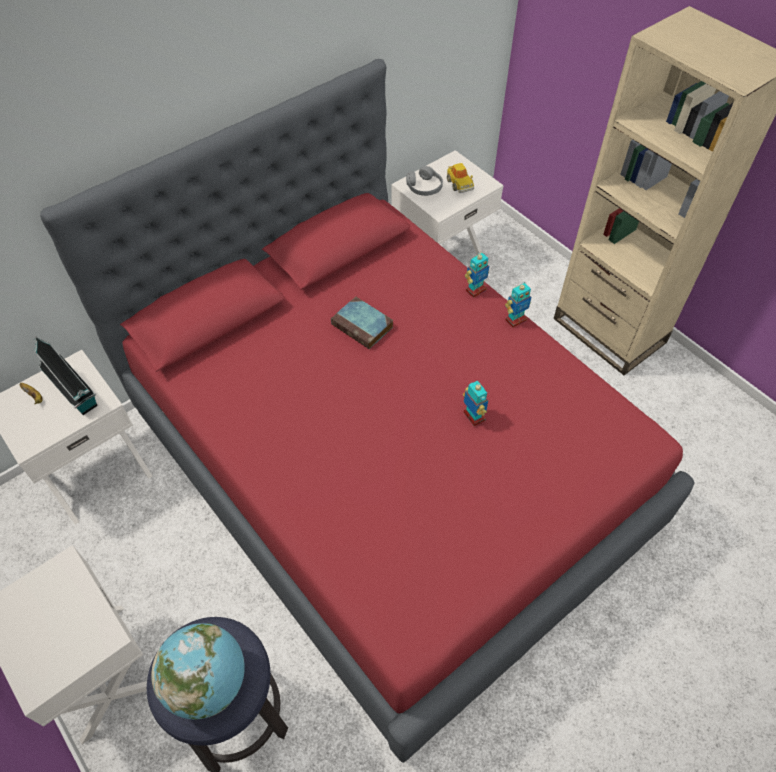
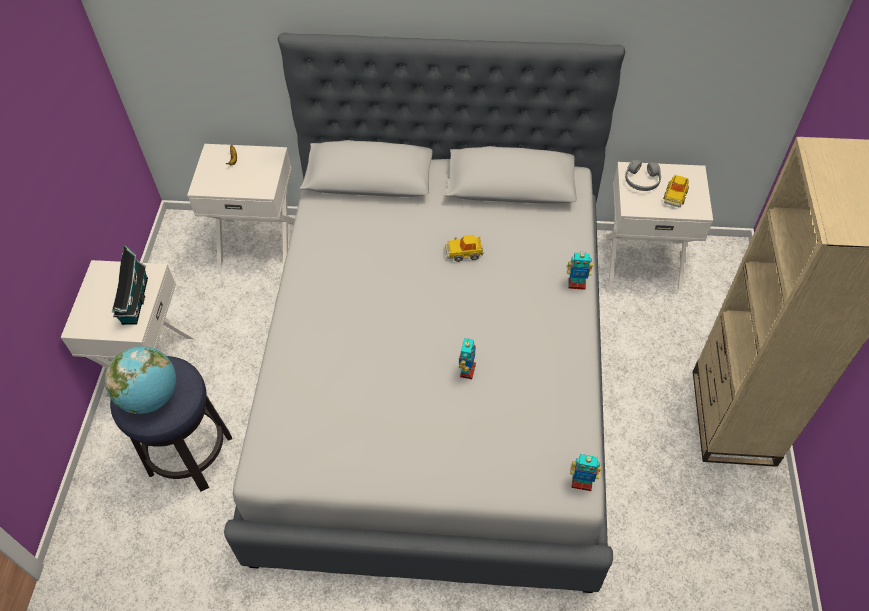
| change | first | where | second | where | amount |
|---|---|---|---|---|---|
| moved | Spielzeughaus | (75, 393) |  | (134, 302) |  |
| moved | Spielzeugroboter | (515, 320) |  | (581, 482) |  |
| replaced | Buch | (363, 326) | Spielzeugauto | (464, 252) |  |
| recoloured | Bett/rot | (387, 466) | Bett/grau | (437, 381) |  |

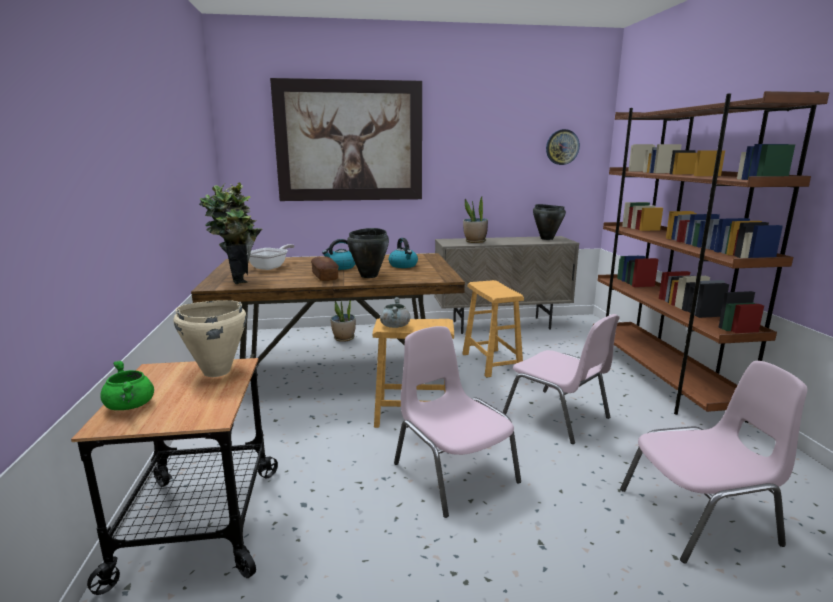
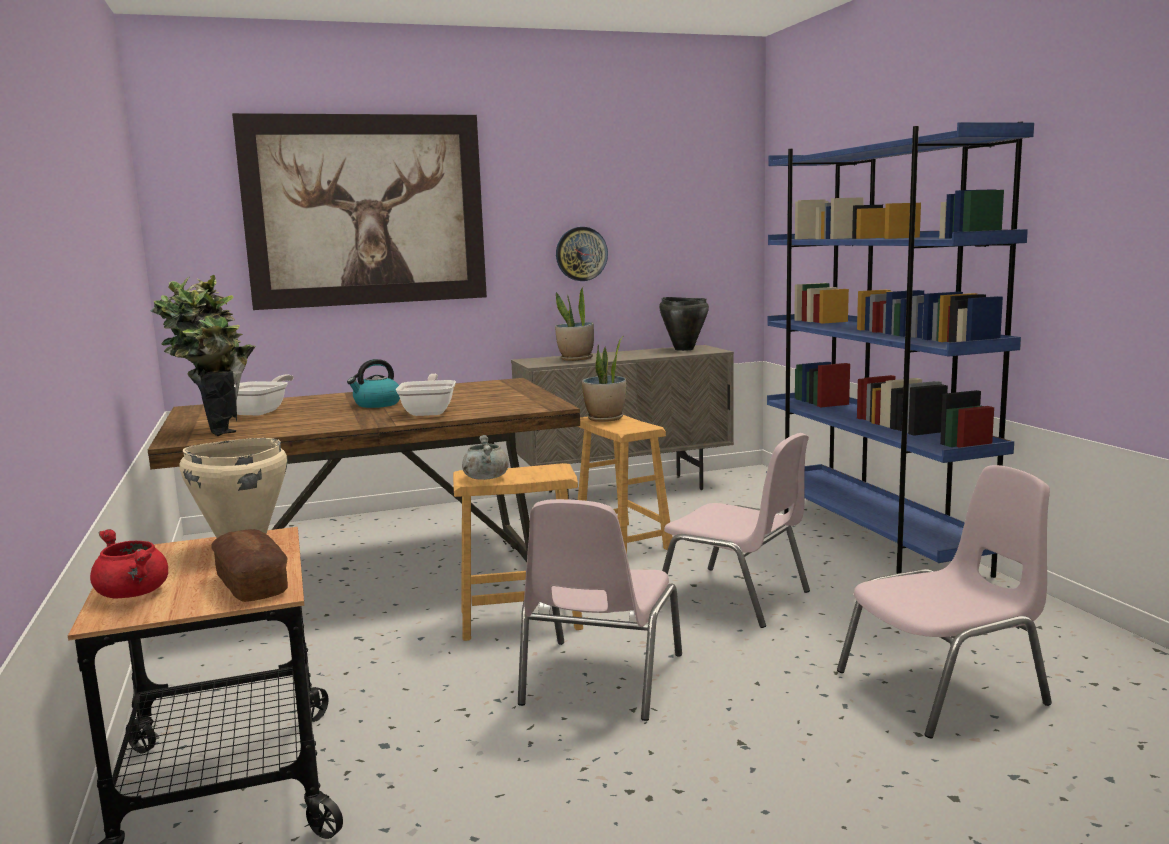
| change | first | where | second | where | amount |
|---|---|---|---|---|---|
| removed | Wasserkessel | (403, 265) |  |  |  |
| moved | Brot | (325, 276) |  | (251, 584) |  |
| moved | Topfpflanze | (344, 338) |  | (605, 418) |  |
| moved | Wanduhr | (562, 147) |  | (581, 254) |  |
| replaced | Kochtopf/schwarz | (369, 276) | Pfanne | (429, 411) |  |
| recoloured | Kochtopf/grün | (131, 406) | Kochtopf/rot | (134, 594) |  |
| recoloured | Bücherregal/braun | (659, 380) | Bücherregal/blau | (871, 539) |  |
| turned | Stuhl/rosa | (453, 472) |  | (599, 680) | 120 degrees counterclockwise |

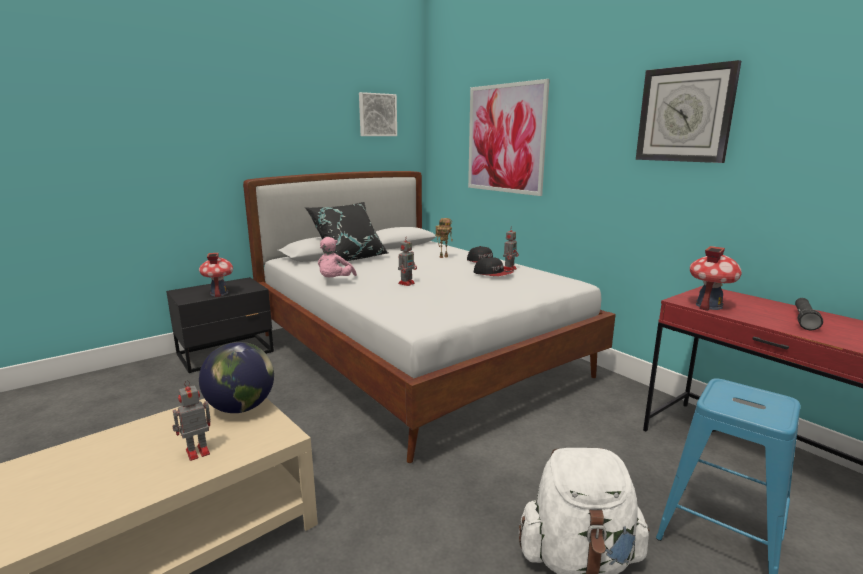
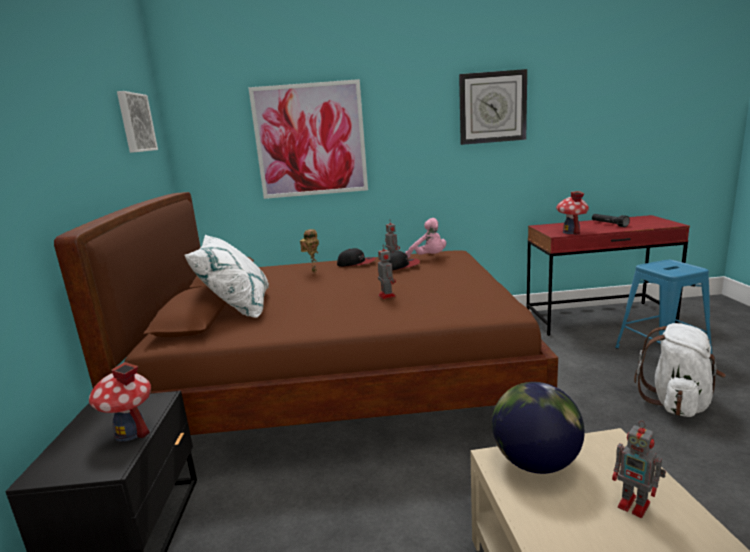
| change | first | where | second | where | amount |
|---|---|---|---|---|---|
| moved | Plüschtier/rosa | (335, 281) |  | (429, 258) |  |
| recoloured | Bett/weiß | (416, 355) | Bett/braun | (341, 384) |  |
| recoloured | Kissen/schwarz | (349, 259) | Kissen/weiß | (237, 308) |  |
| turned | Spielzeugroboter | (196, 452) |  | (635, 505) | 45 degrees counterclockwise |

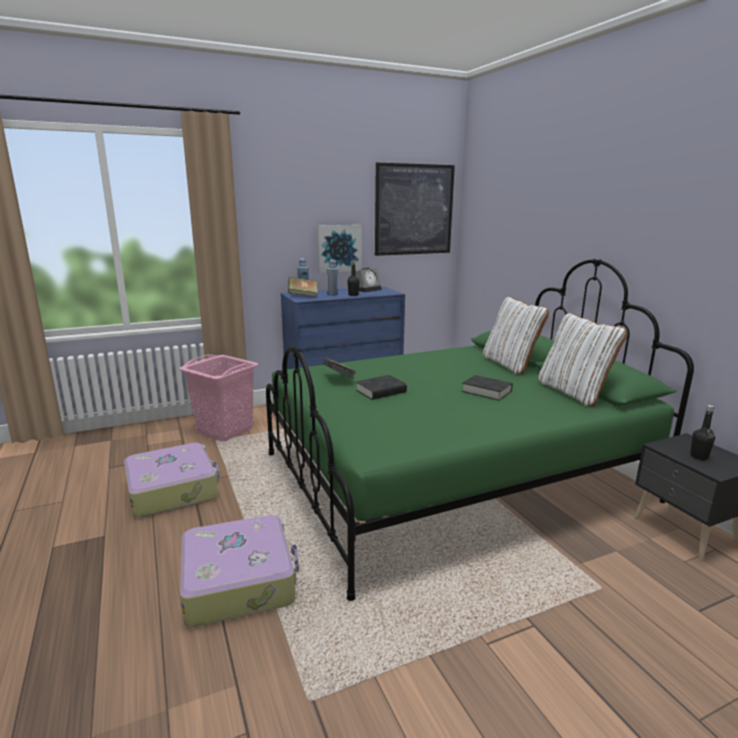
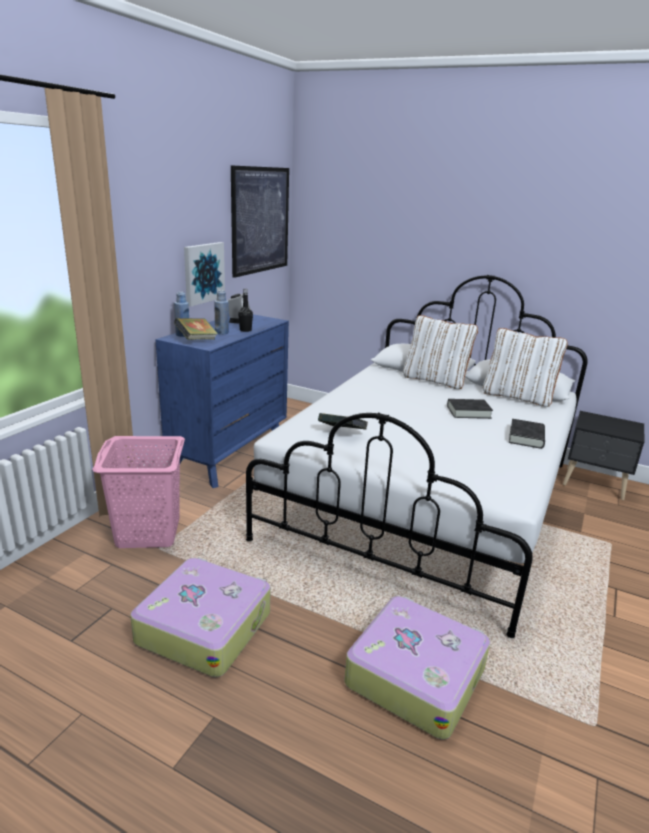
| change | first | where | second | where | amount |
|---|---|---|---|---|---|
| removed | Flasche/schwarz | (698, 457) |  |  |  |
| moved | Buch/schwarz | (381, 391) |  | (526, 437) |  |
| recoloured | Bett/grün | (452, 477) | Bett/weiß | (426, 499) |  |

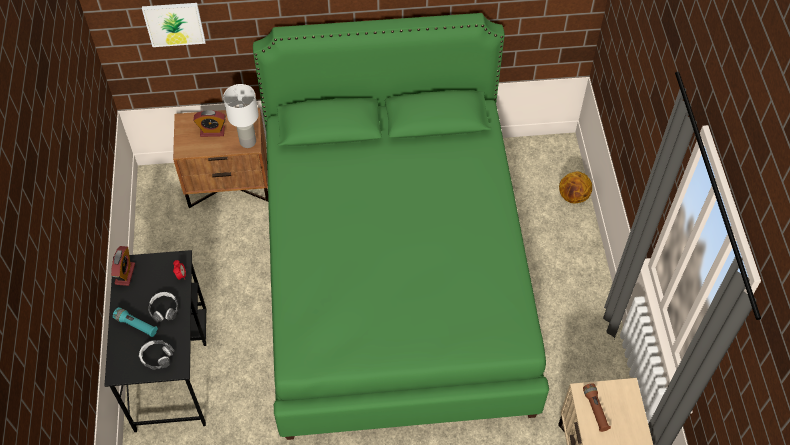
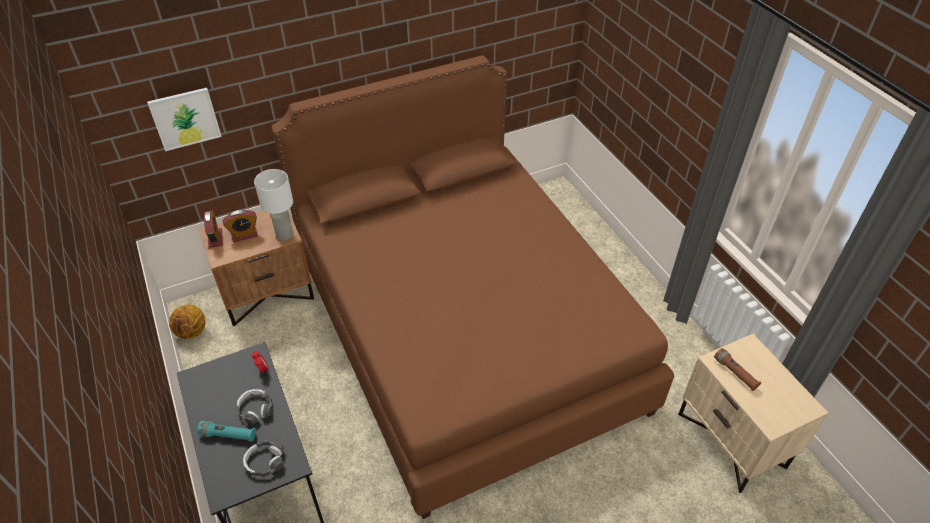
| change | first | where | second | where | amount |
|---|---|---|---|---|---|
| moved | Wecker | (125, 274) |  | (215, 238) |  |
| moved | Basketball | (573, 197) |  | (192, 332) |  |
| recoloured | Bett/grün | (394, 279) | Bett/braun | (464, 332) |  |

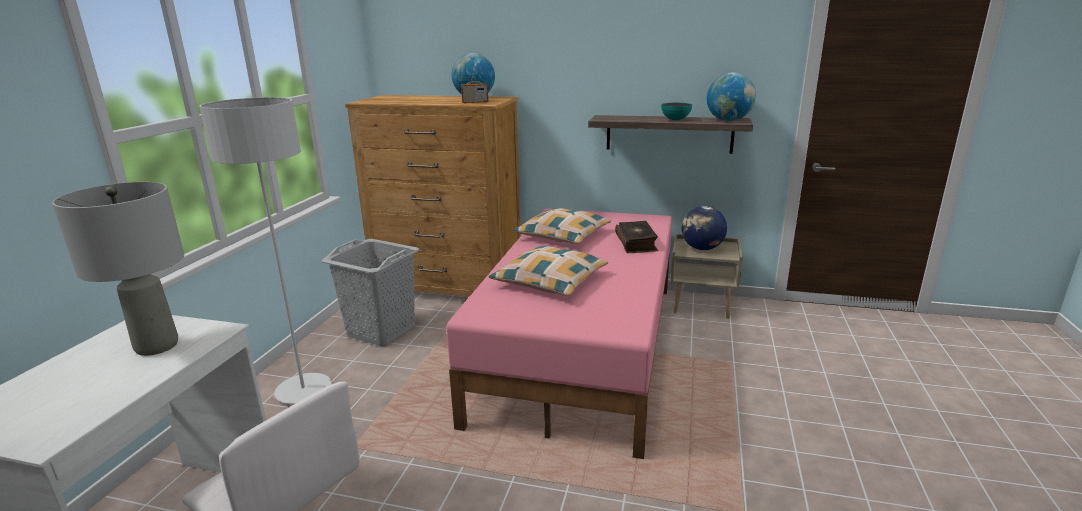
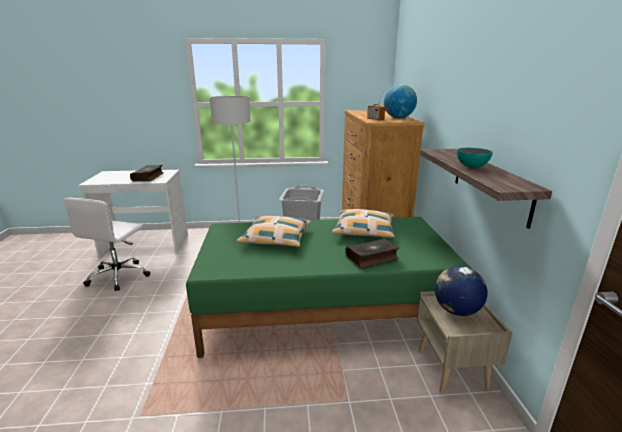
| change | first | where | second | where | amount |
|---|---|---|---|---|---|
| removed | Globus | (728, 120) |  |  |  |
| replaced | Tischlampe/grau | (158, 346) | Buch | (148, 177) |  |
| recoloured | Bett/rosa | (583, 347) | Bett/grün | (325, 310) |  |

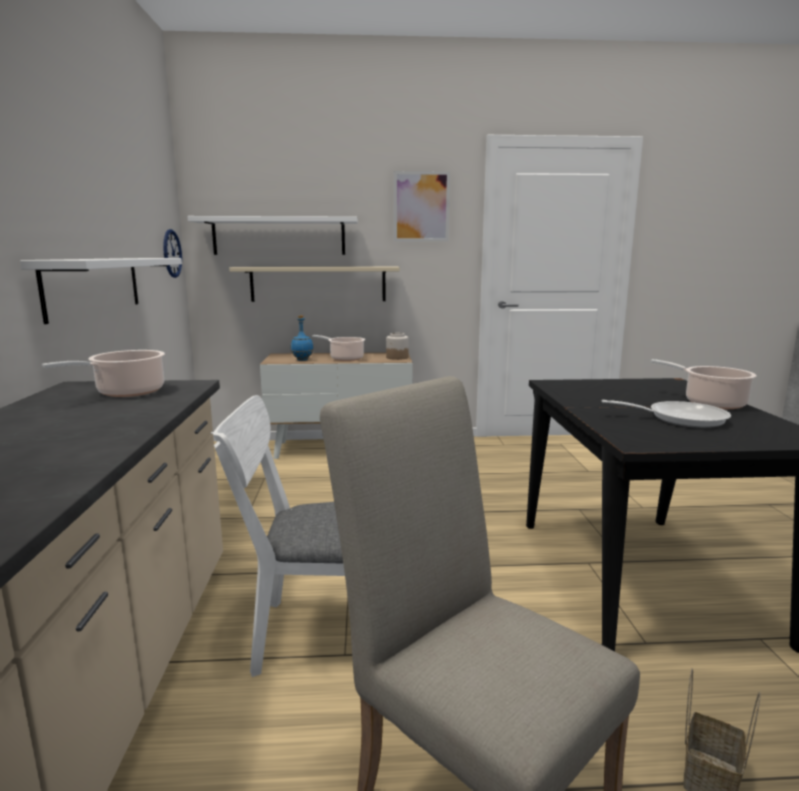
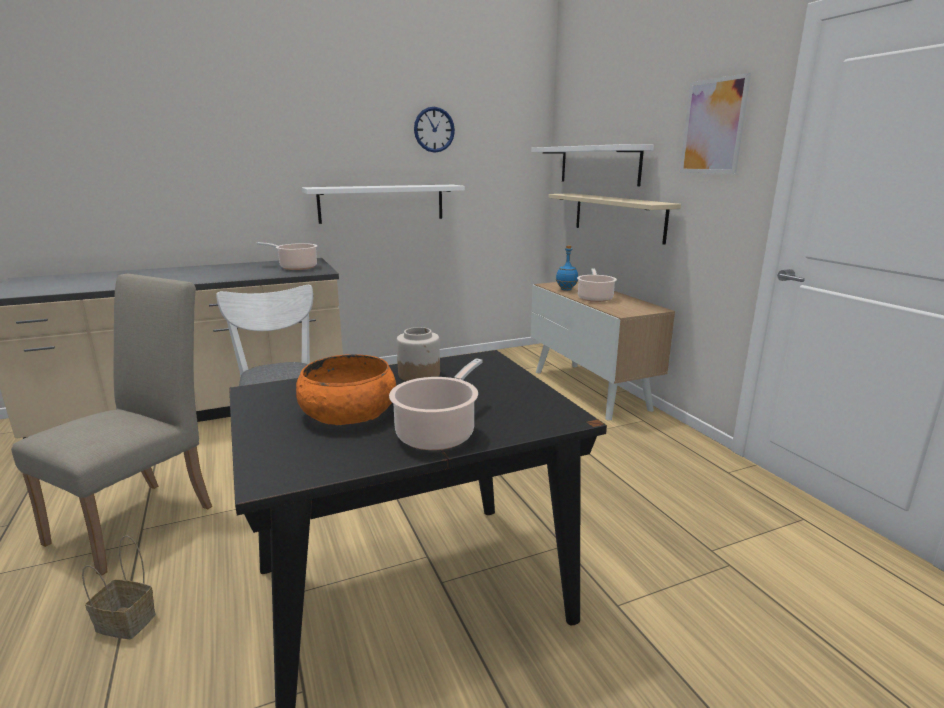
| change | first | where | second | where | amount |
|---|---|---|---|---|---|
| moved | Wanduhr | (172, 253) |  | (434, 129) |  |
| moved | Vorratsglas | (397, 357) |  | (419, 374) |  |
| replaced | Pfanne | (679, 418) | Schüssel/orange | (349, 412) |  |

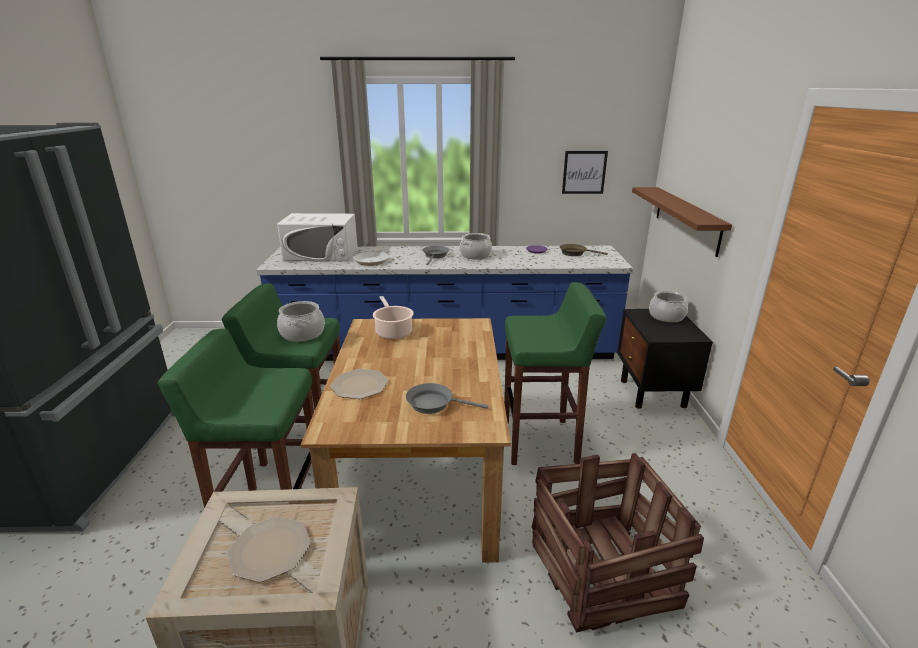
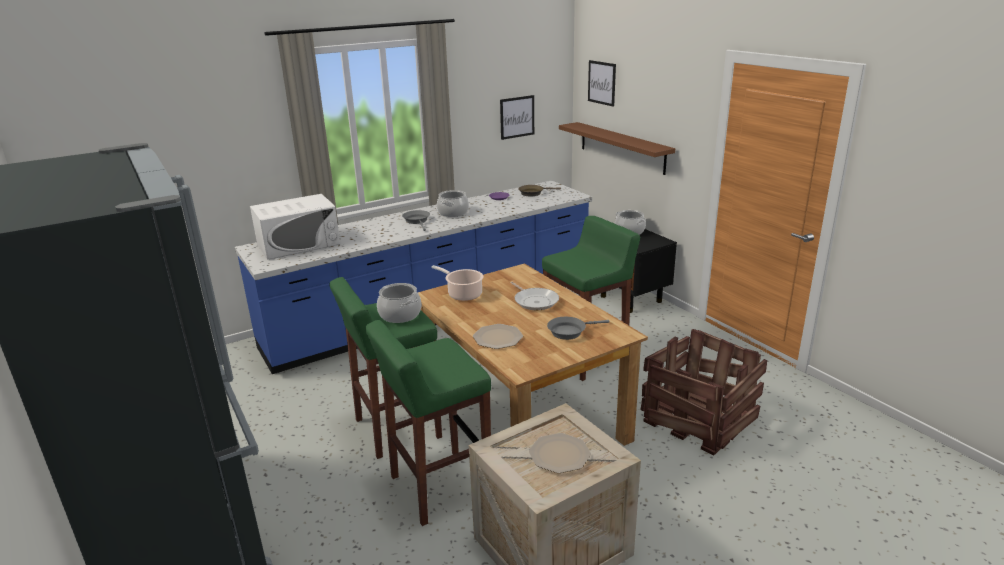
| change | first | where | second | where | amount |
|---|---|---|---|---|---|
| added |  |  | Bild | (602, 83) |  |
| moved | Pfanne | (372, 260) |  | (535, 301) |  |

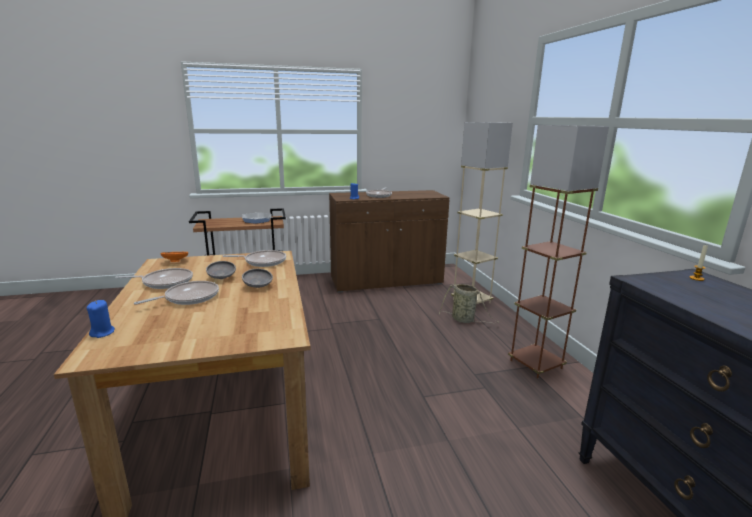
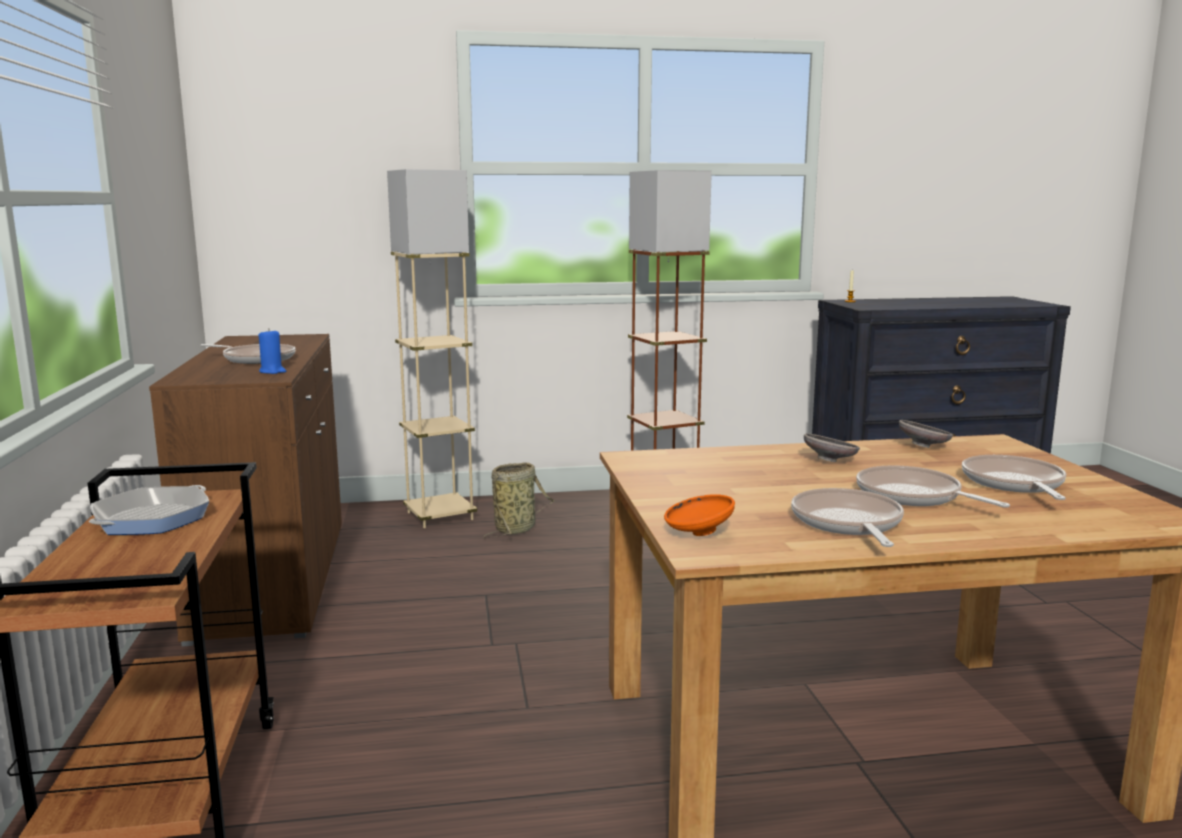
| change | first | where | second | where | amount |
|---|---|---|---|---|---|
| removed | Kerze/blau | (102, 333) |  |  |  |
| moved | Schüssel/grau | (221, 278) |  | (924, 447) |  |
| moved | Pfanne | (263, 261) |  | (1014, 484) |  |

